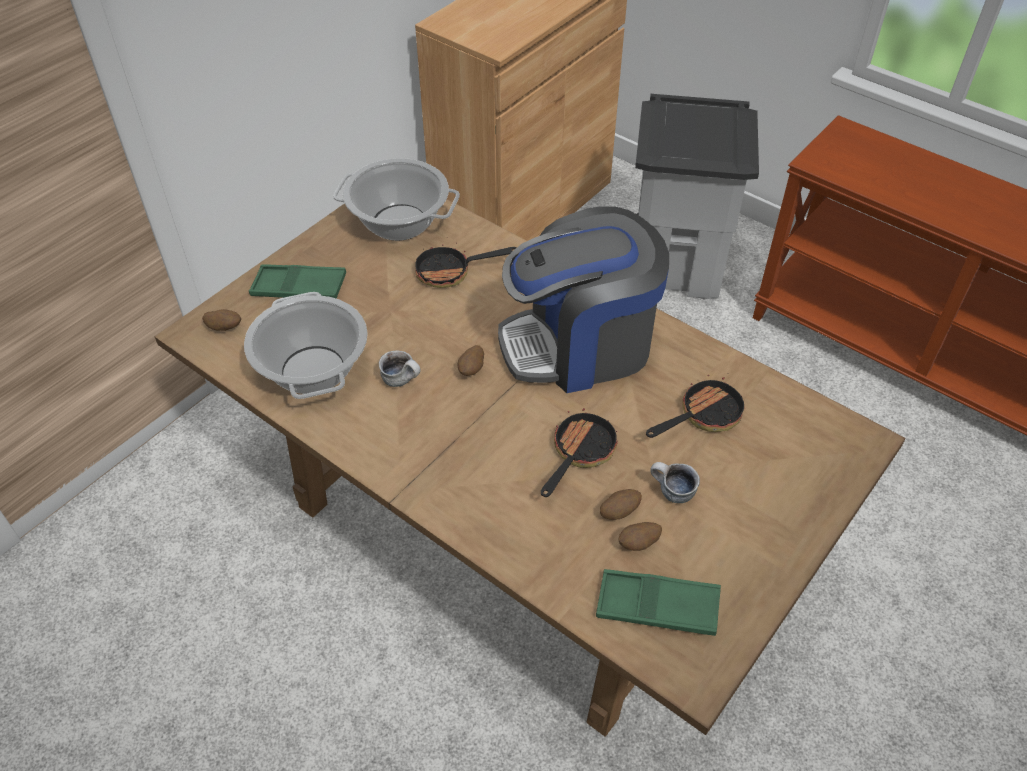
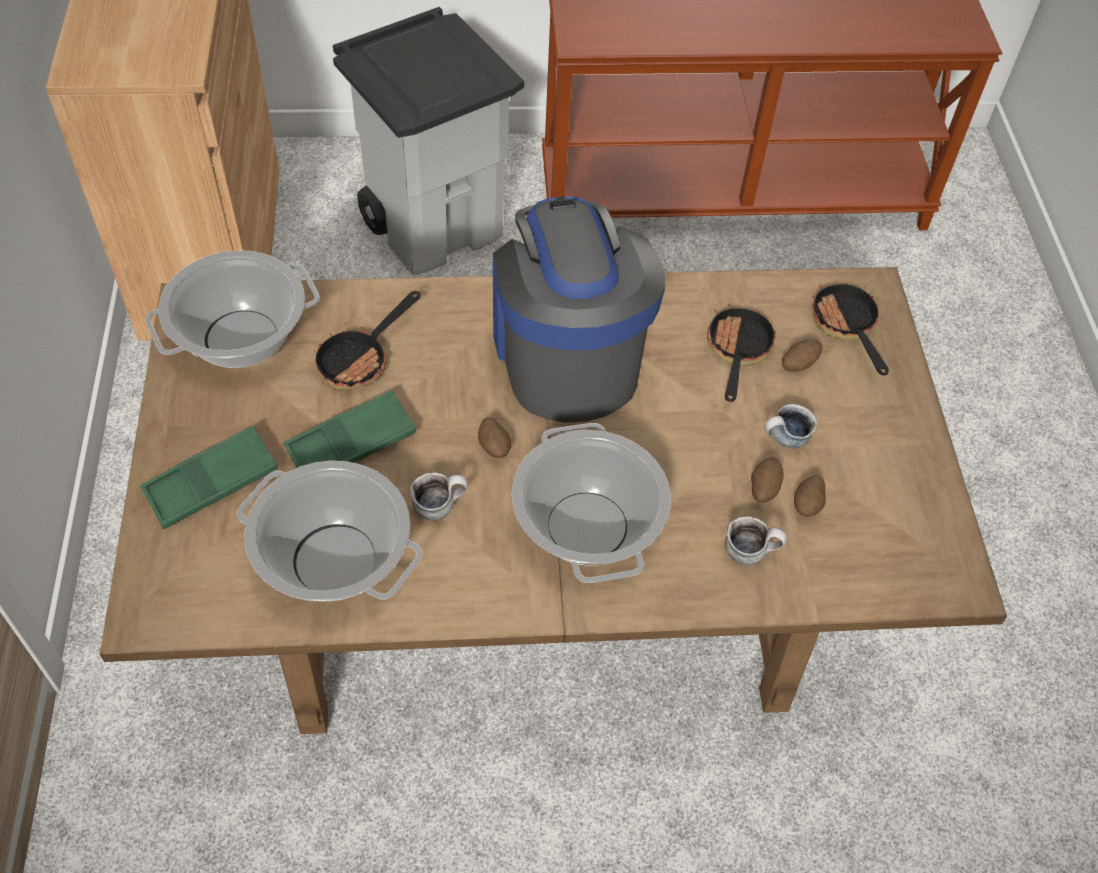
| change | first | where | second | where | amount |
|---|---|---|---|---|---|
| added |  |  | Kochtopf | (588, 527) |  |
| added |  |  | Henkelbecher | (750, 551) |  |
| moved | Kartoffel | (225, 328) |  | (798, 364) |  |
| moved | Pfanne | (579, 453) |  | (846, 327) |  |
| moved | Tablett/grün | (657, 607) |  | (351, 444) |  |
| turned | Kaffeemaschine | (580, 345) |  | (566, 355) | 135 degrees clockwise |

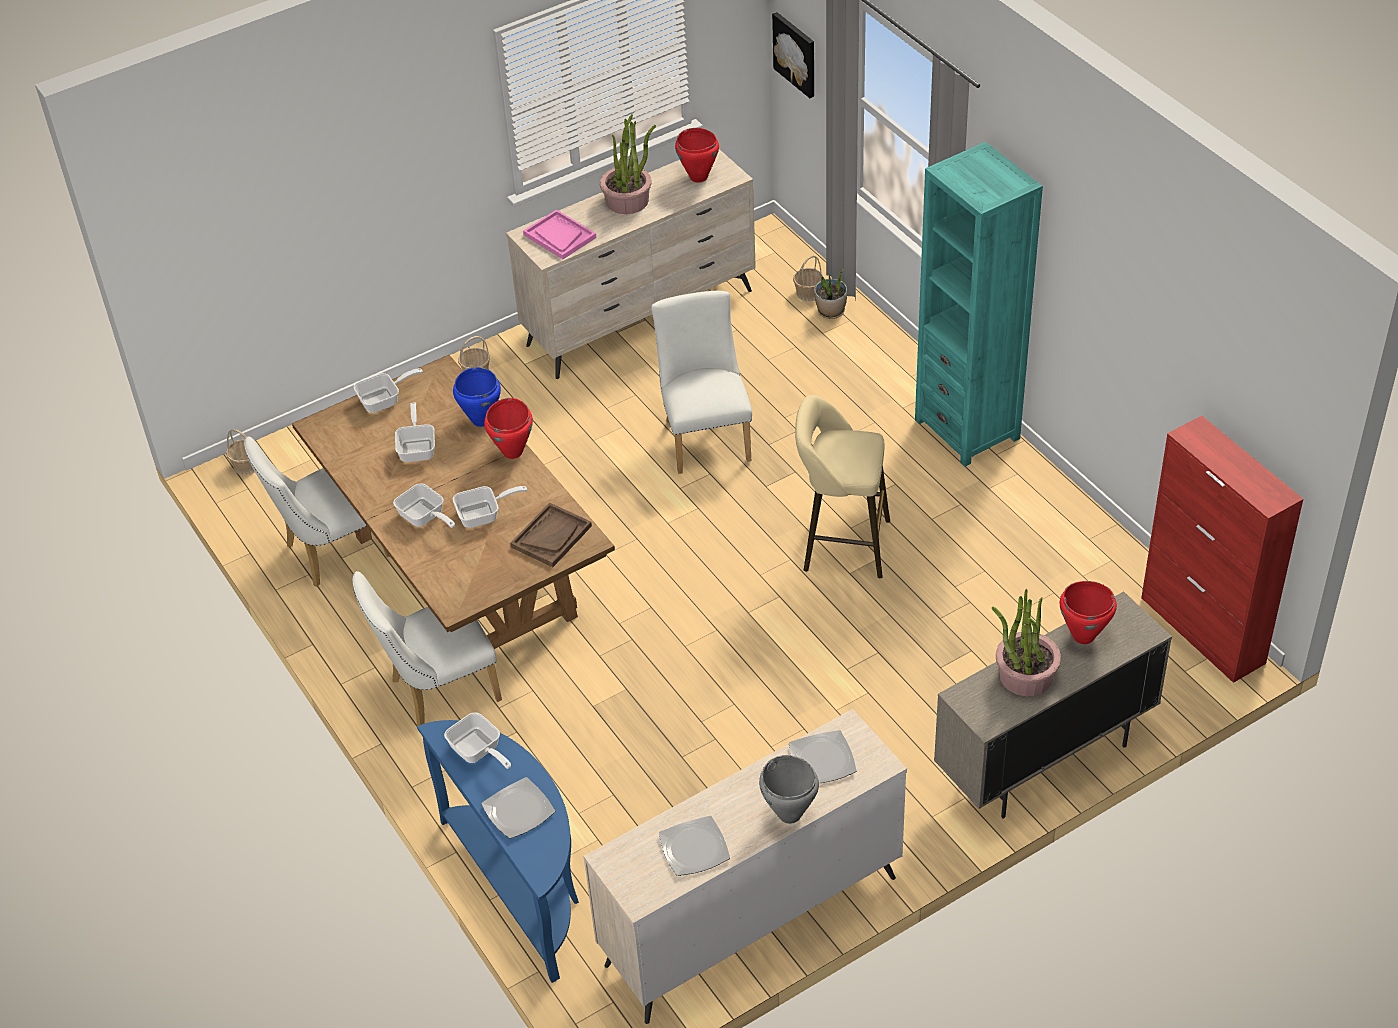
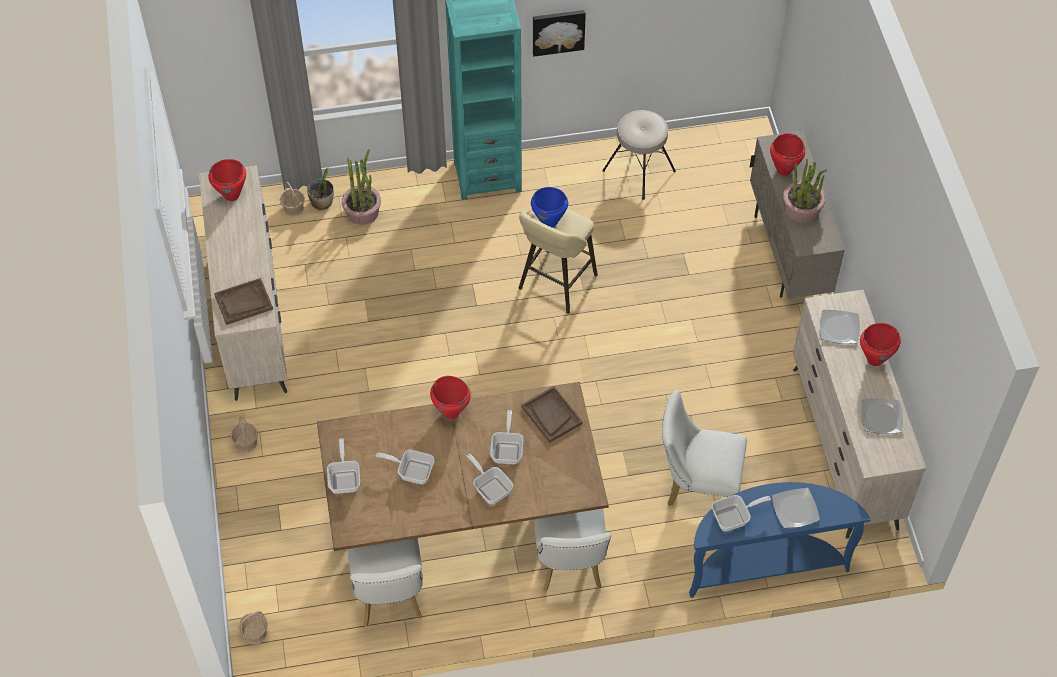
| change | first | where | second | where | amount |
|---|---|---|---|---|---|
| removed | Schrank/rot | (1203, 631) |  |  |  |
| added |  |  | Hocker/beige | (639, 170) |  |
| moved | Kochtopf/blau | (481, 420) |  | (549, 223) |  |
| moved | Topfpflanze | (628, 200) |  | (362, 211) |  |
| moved | Stuhl/weiß | (705, 436) |  | (697, 486) |  |
| moved | Bild | (796, 54) |  | (558, 31) |  |
| recoloured | Tablett/rosa | (559, 236) | Tablett/braun | (243, 302) |  |
| recoloured | Kochtopf/grau | (789, 814) | Kochtopf/rot | (875, 360) |  |
| turned | Pfanne | (424, 518) |  | (490, 487) | 105 degrees counterclockwise |

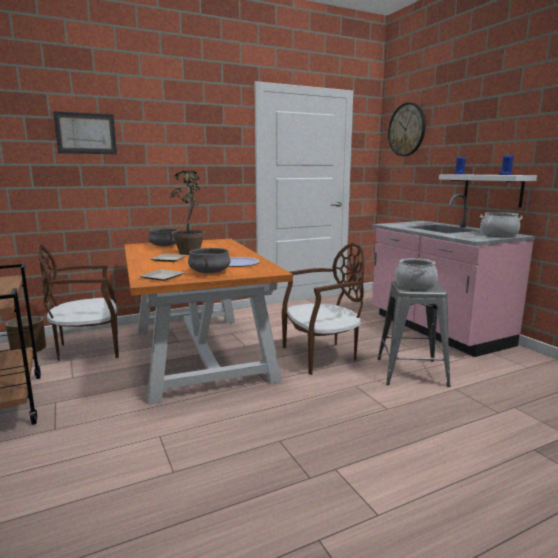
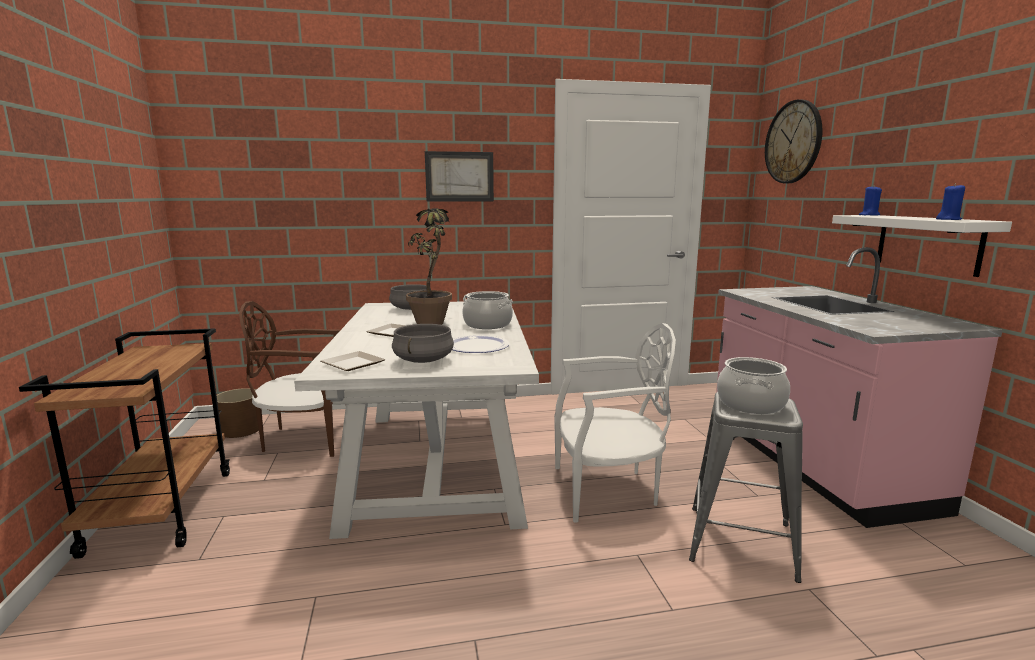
| change | first | where | second | where | amount |
|---|---|---|---|---|---|
| moved | Bild | (86, 133) |  | (459, 176) |  |
| moved | Kochtopf | (498, 235) |  | (488, 324) |  |
| recoloured | Esstisch/orange | (200, 353) | Esstisch/weiß | (437, 463) |  |
| recoloured | Stuhl/braun | (322, 356) | Stuhl/weiß | (607, 490) |  |

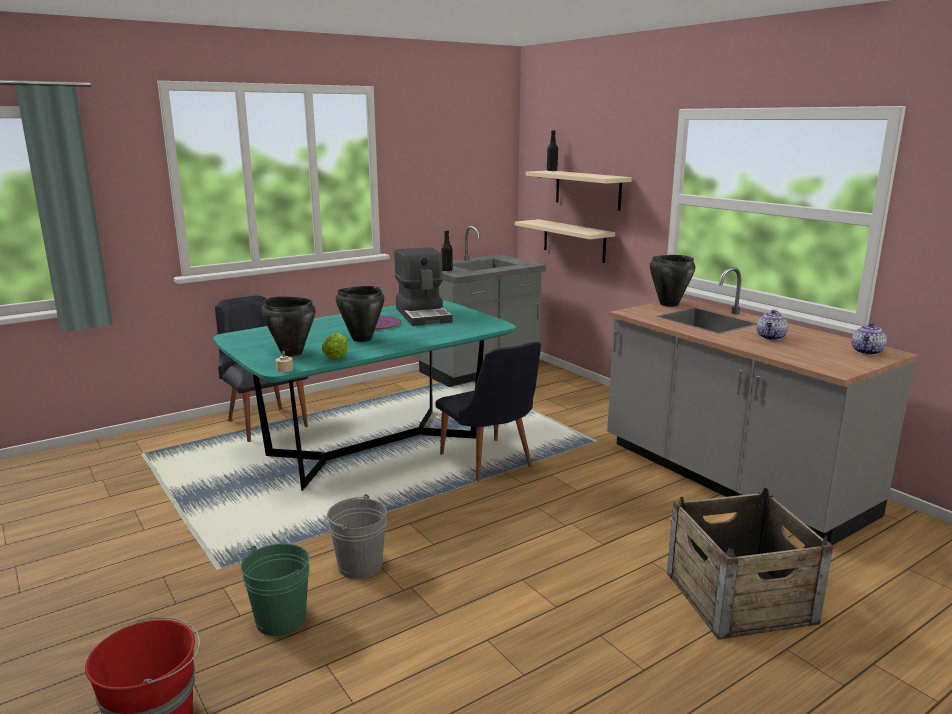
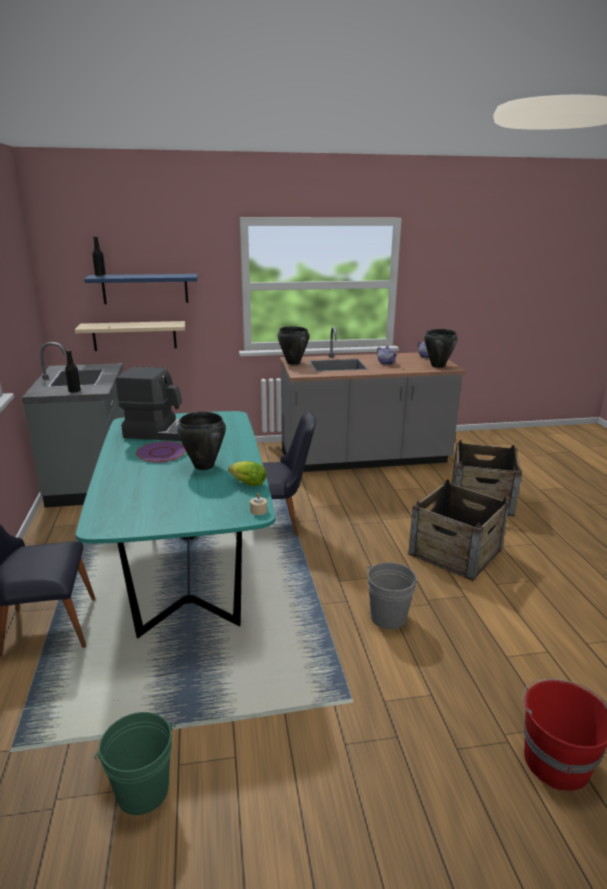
| change | first | where | second | where | amount |
|---|---|---|---|---|---|
| added |  |  | Kiste | (455, 551) |  |
| moved | Eimer/grün | (281, 619) |  | (142, 790) |  |
| moved | Kochtopf/schwarz | (291, 353) |  | (437, 366) |  |
| recoloured | Wandregal/beige | (587, 190) | Wandregal/blau | (145, 289) |  |

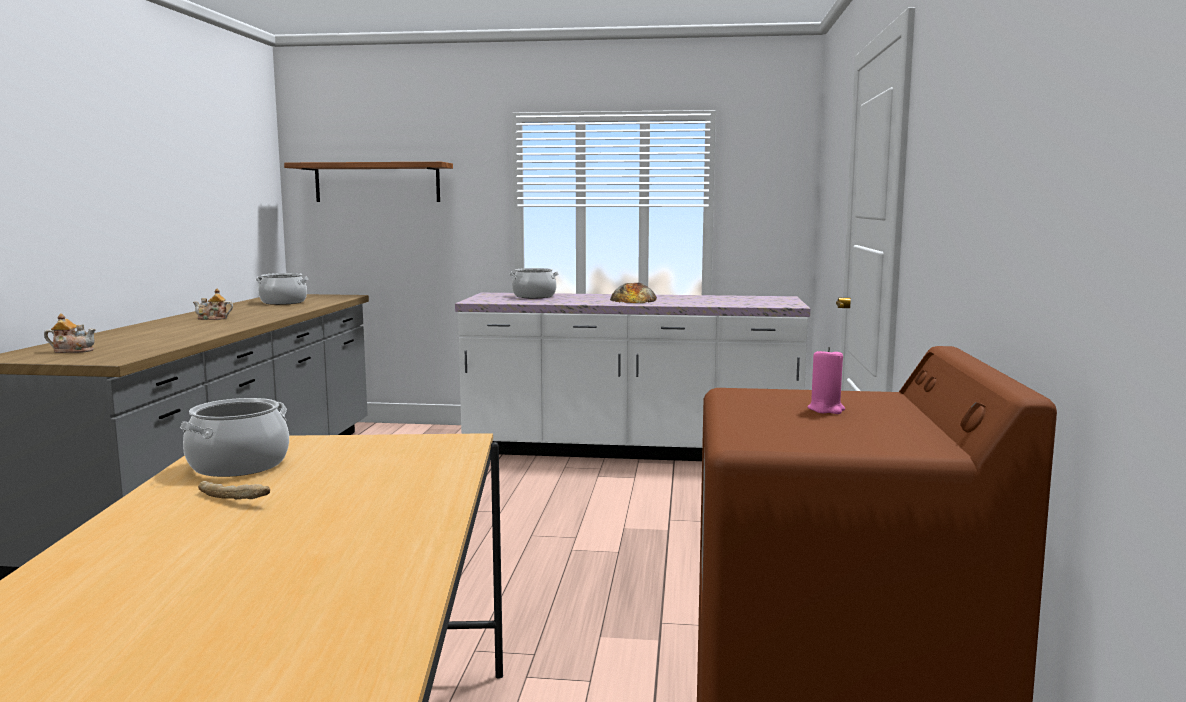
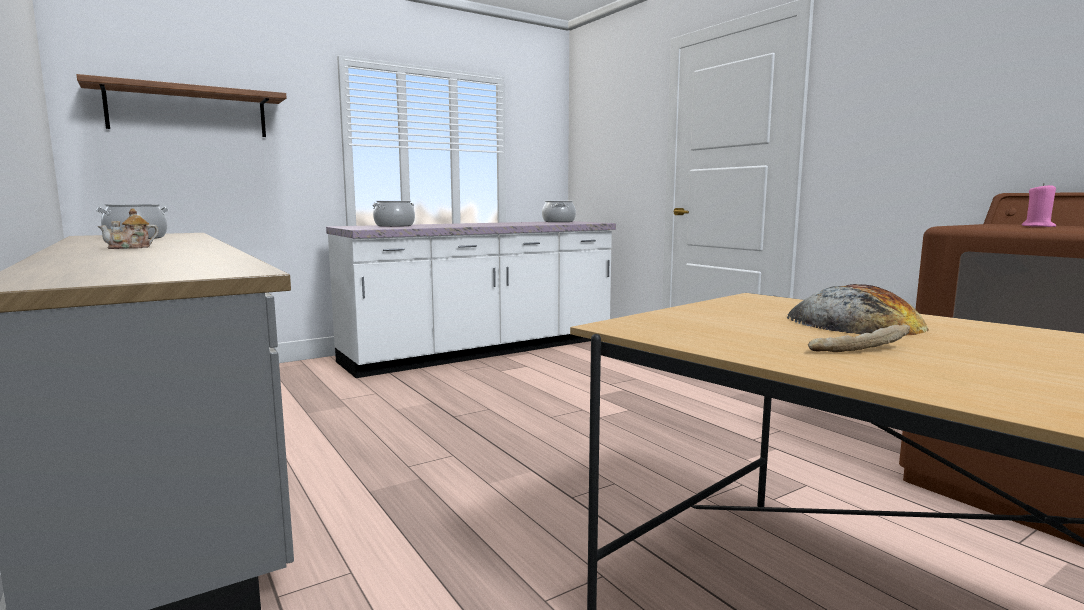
| change | first | where | second | where | amount |
|---|---|---|---|---|---|
| removed | Teekanne | (73, 351) |  |  |  |
| moved | Kochtopf | (238, 465) |  | (558, 221) |  |
| moved | Brot | (633, 299) |  | (853, 323) |  |

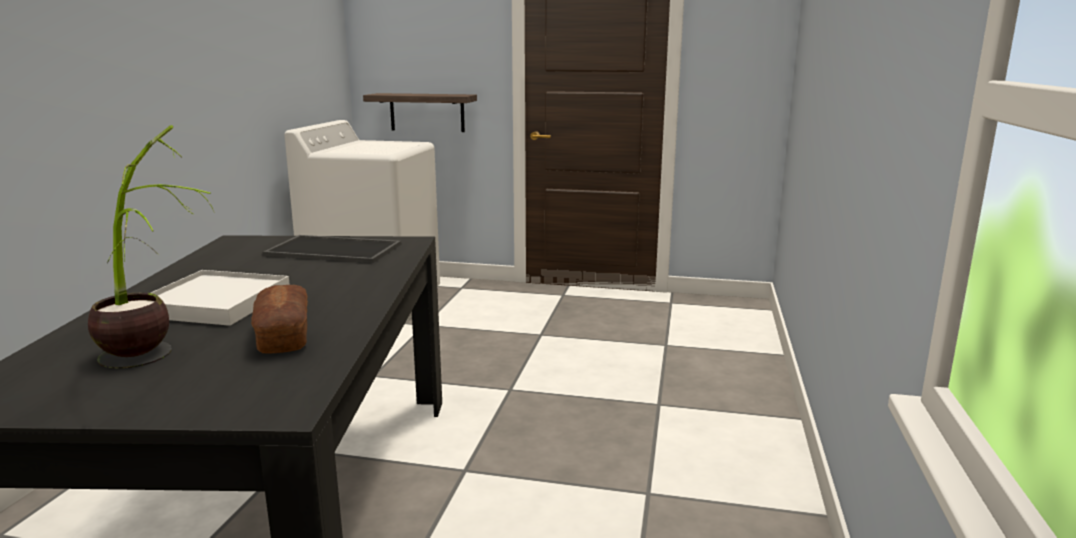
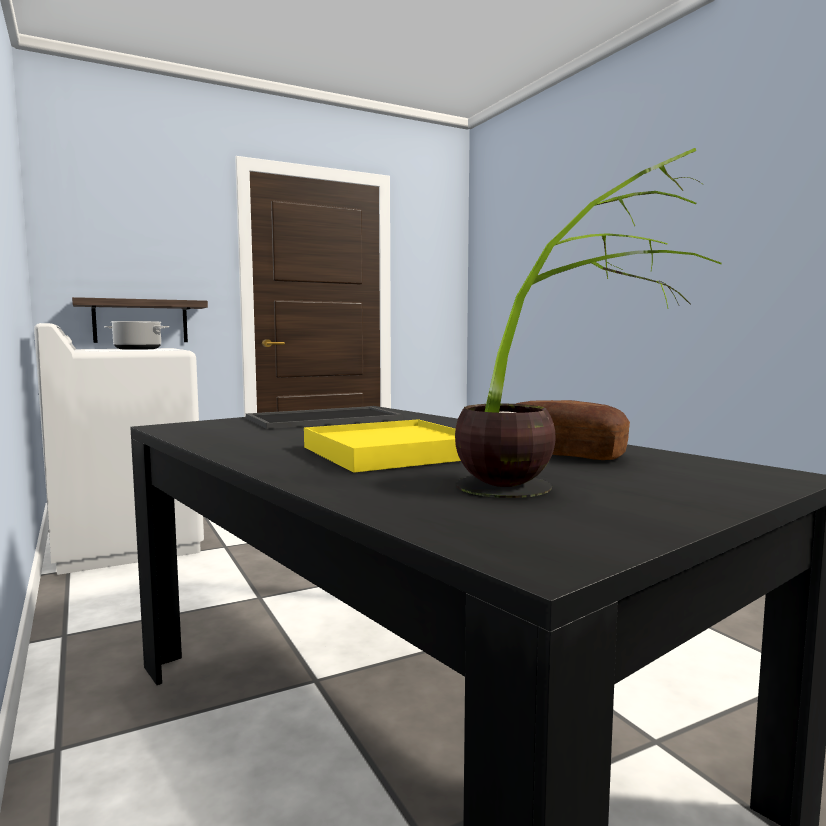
| change | first | where | second | where | amount |
|---|---|---|---|---|---|
| added |  |  | Kochtopf | (137, 349) |  |
| recoloured | Tablett/weiß | (216, 303) | Tablett/gelb | (391, 452) |  |

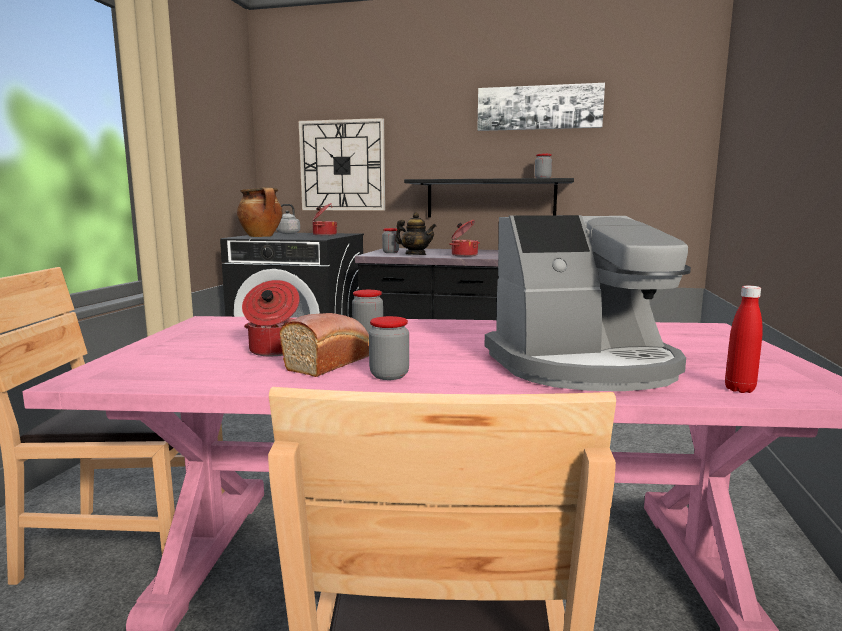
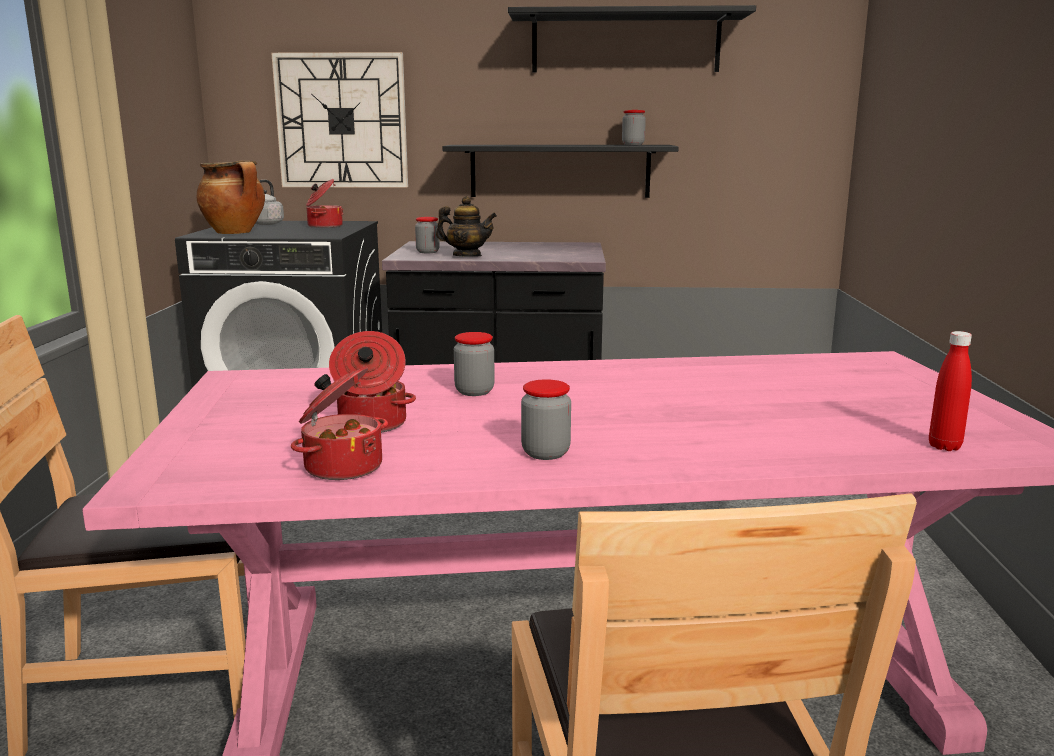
| change | first | where | second | where | amount |
|---|---|---|---|---|---|
| removed | Brot | (331, 362) |  |  |  |
| removed | Kaffeemaschine | (584, 366) |  |  |  |
| moved | Kochtopf | (464, 255) |  | (342, 466) |  |
| replaced | Bild | (539, 108) | Wandregal/schwarz | (625, 43) |  |

